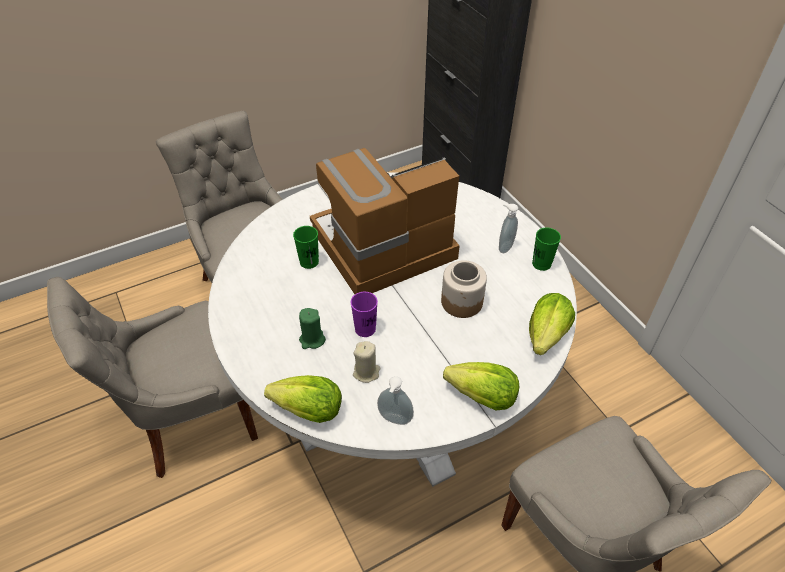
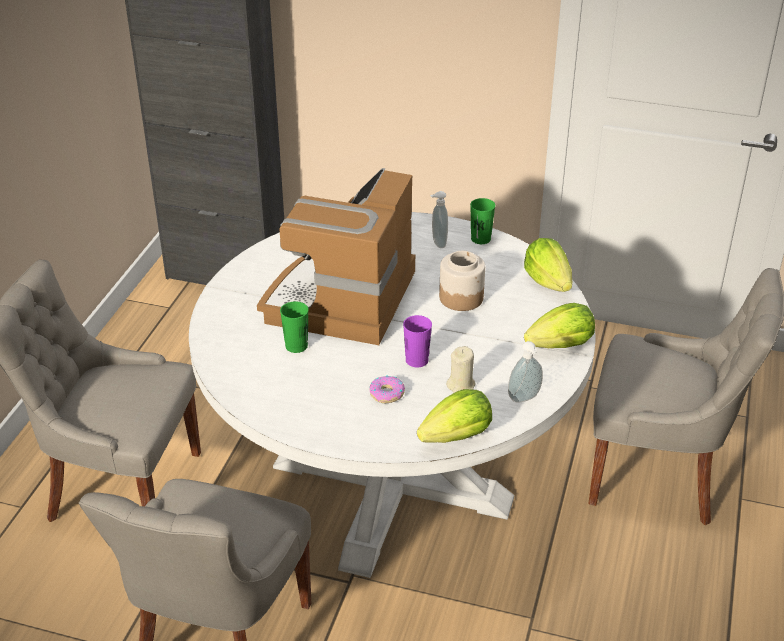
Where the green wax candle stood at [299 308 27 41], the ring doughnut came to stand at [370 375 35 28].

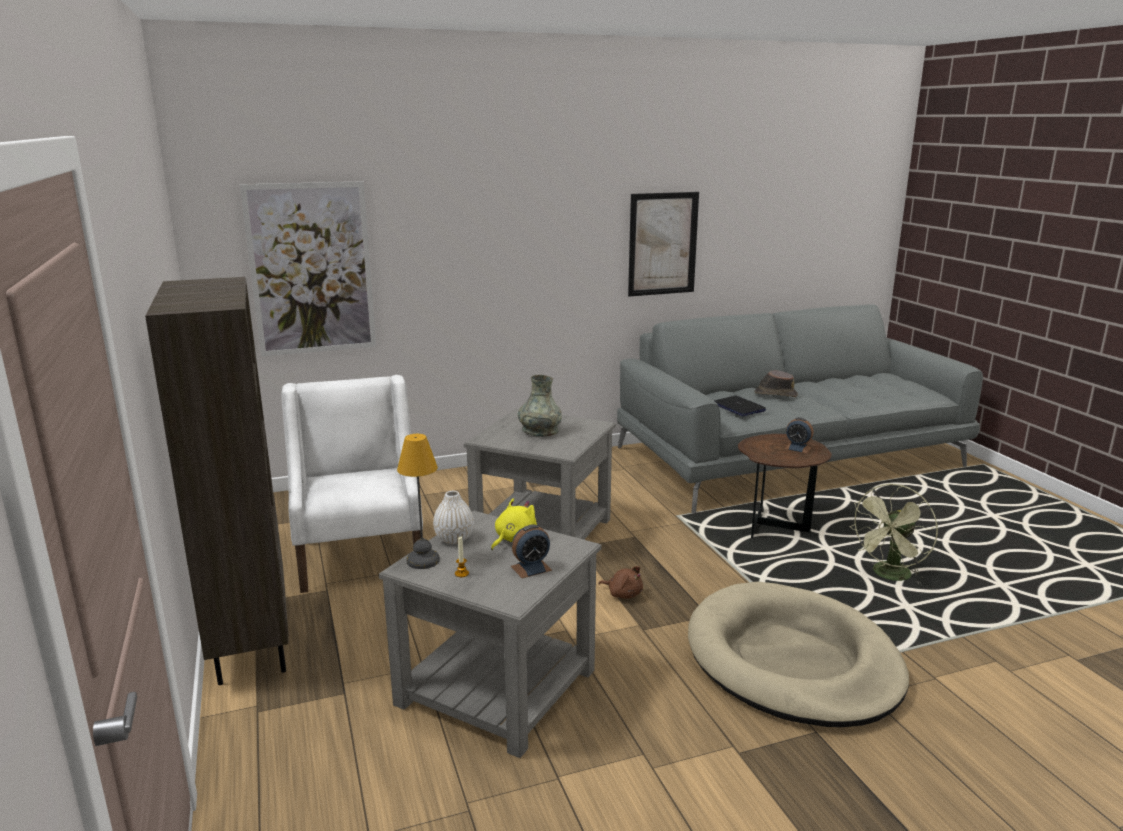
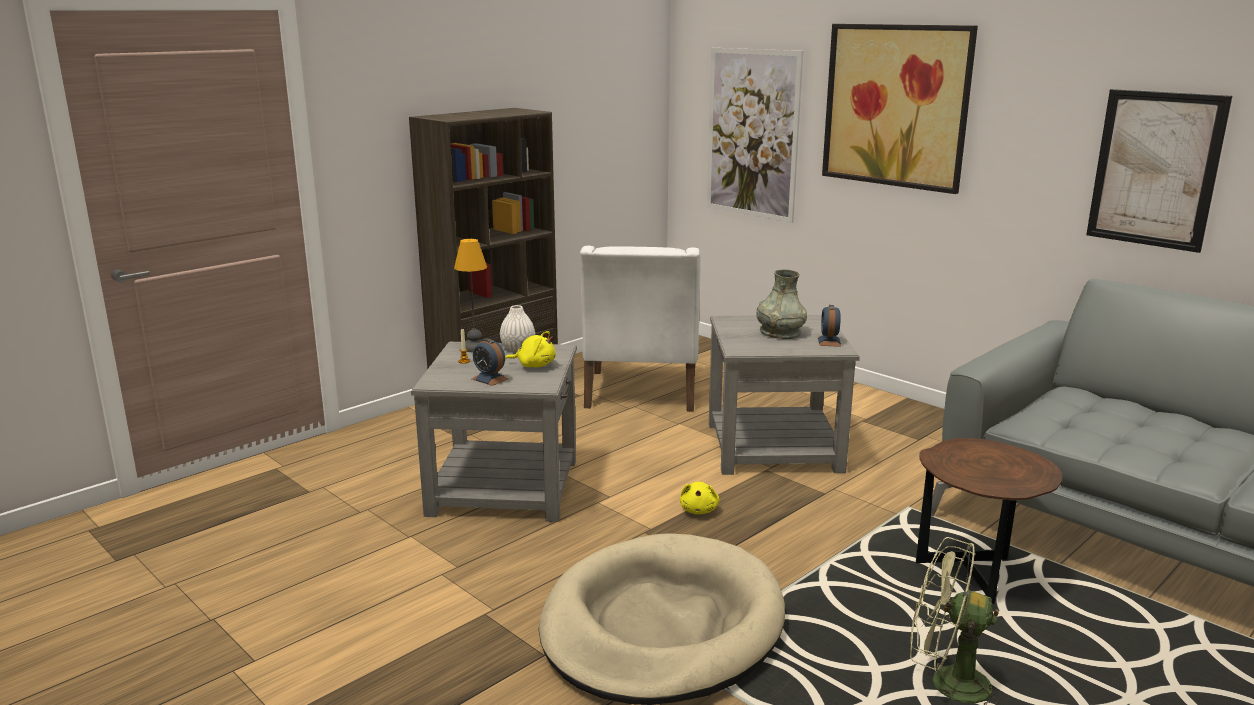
The second view lost the brownish hat at [754 370 44 27]. The white-coloured lounge chair at [281 375 142 218] ended up facing another way, 135 degrees clockwise from before. The second view lost the laptop at [714 396 52 20]. The table clock ended up elsewhere, having gone from [784 417 29 37] to [818 305 23 42]. What was the brownish cuddly toy at [599 566 44 33] turned into the yellow-coloured cuddly toy at [680 482 40 32]. The second view gained the wall art at [822 24 156 170].

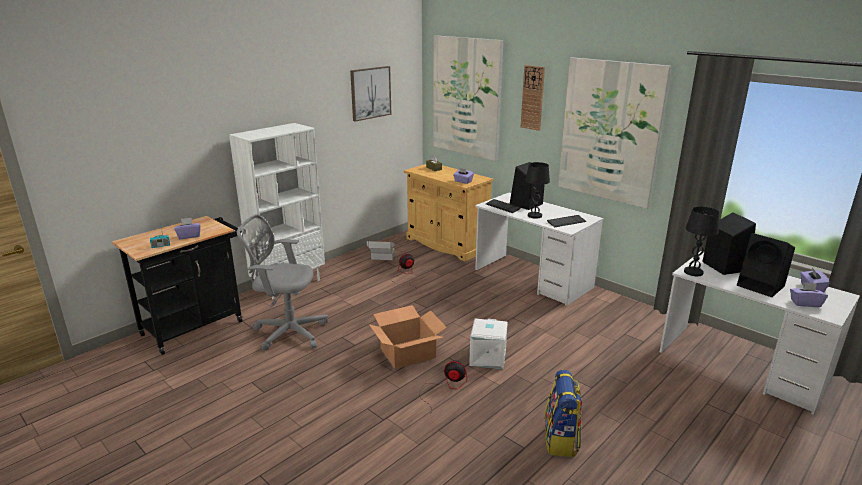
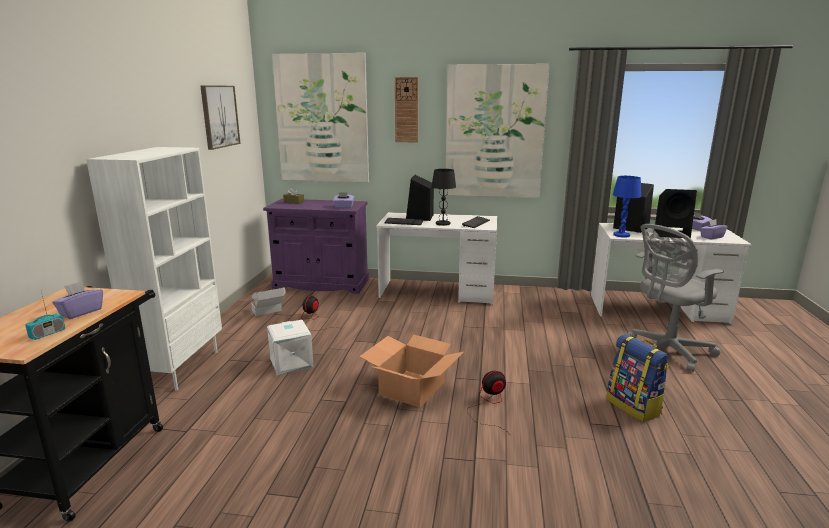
What was the sand-coloured cupboard at [404 164 89 98] turned into the purple cupboard at [263 199 106 95]. What was the blackish table lamp at [684 207 35 69] turned into the bluish table lamp at [613 176 28 62]. The gray computer chair ended up elsewhere, having gone from [237 214 91 136] to [627 224 97 148]. The white-coloured storage container ended up elsewhere, having gone from [469 318 39 52] to [267 320 47 55].

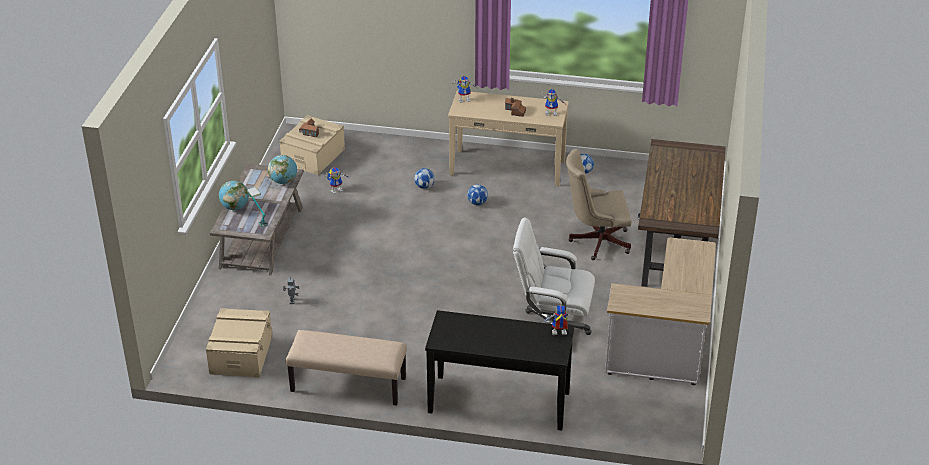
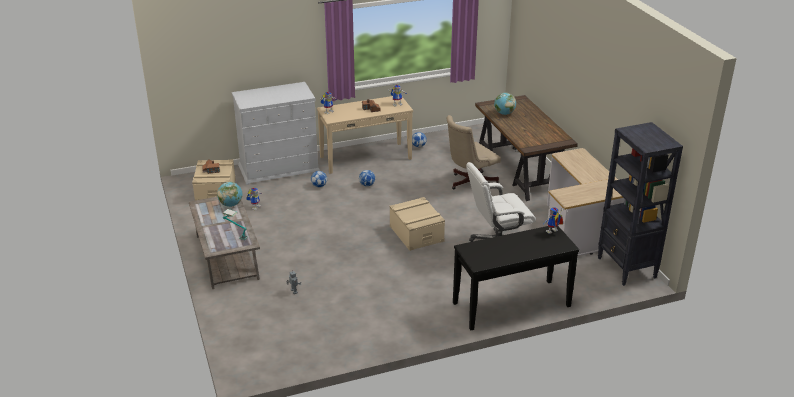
The desk globe ended up elsewhere, having gone from [219 180 30 30] to [494 93 22 22]. The sand-coloured storage container ended up elsewhere, having gone from [206 308 67 70] to [389 197 56 54]. The second view lost the sand-coloured indoor bench at [286 330 121 76]. The second view gained the white-coloured dresser at [232 82 88 103]. The second view gained the blackish bookshelf at [598 122 85 164].

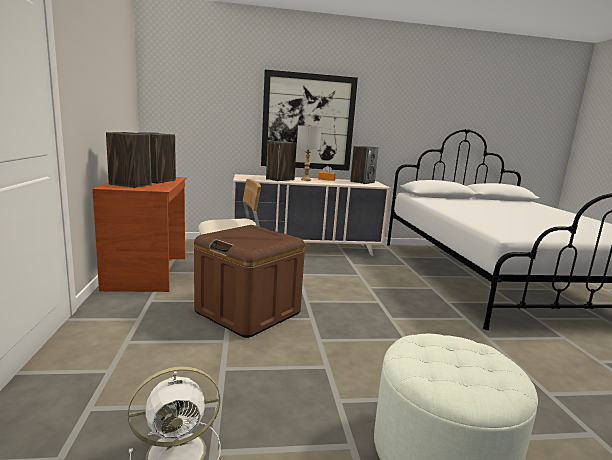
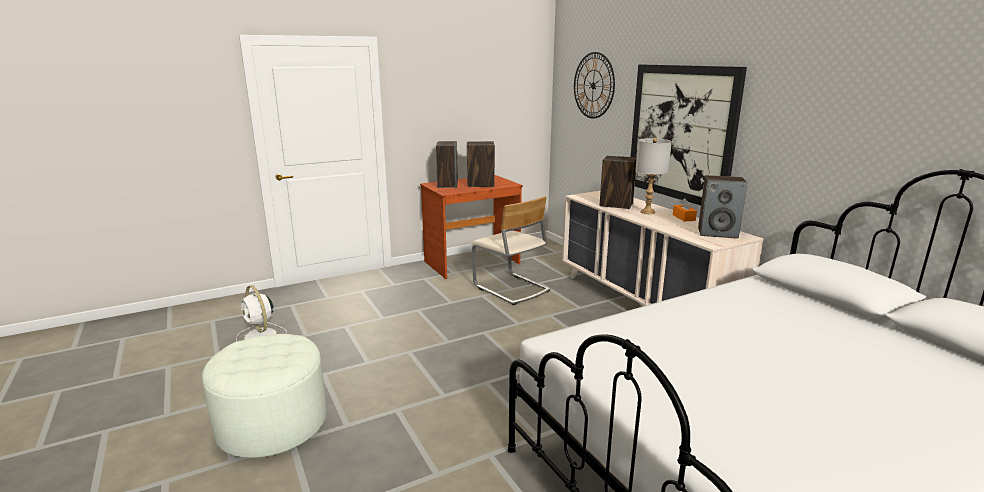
The second view lost the brownish storage container at [194 225 111 113]. The second view gained the wall clock at [574 52 41 67].

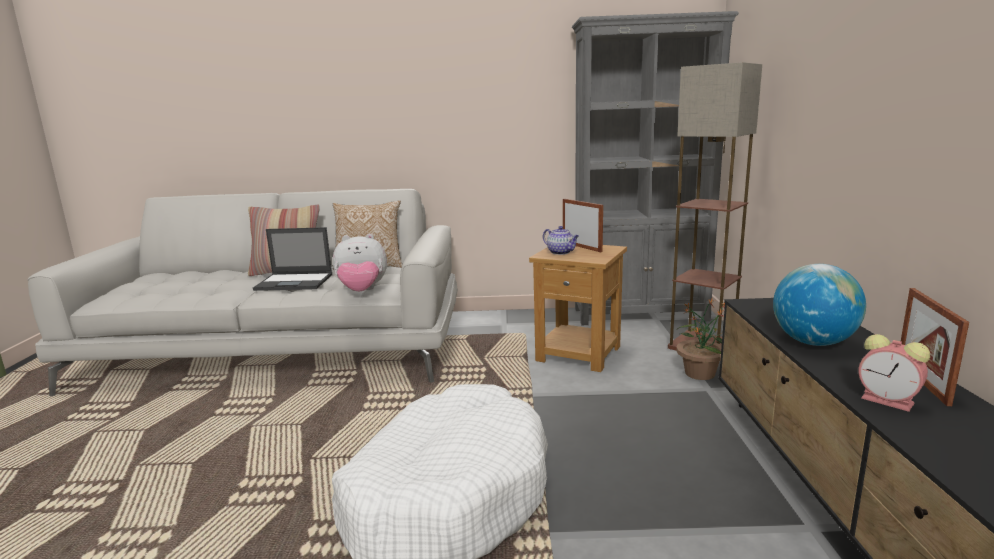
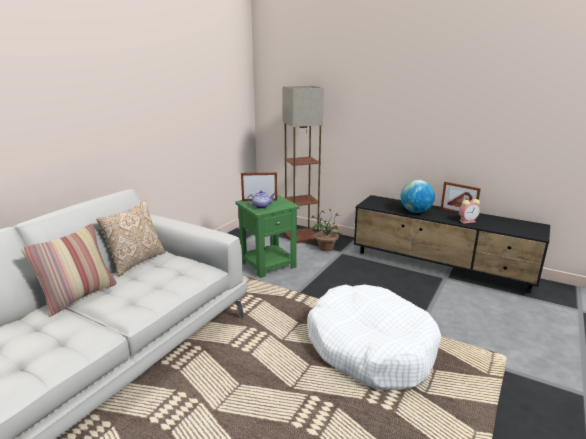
The second view lost the gray bookshelf at [572 11 167 314]. The second view lost the laptop at [253 227 79 64]. The second view lost the cuddly toy at [333 234 54 57]. What was the brownish end table at [529 245 98 127] turned into the green end table at [236 195 64 83].

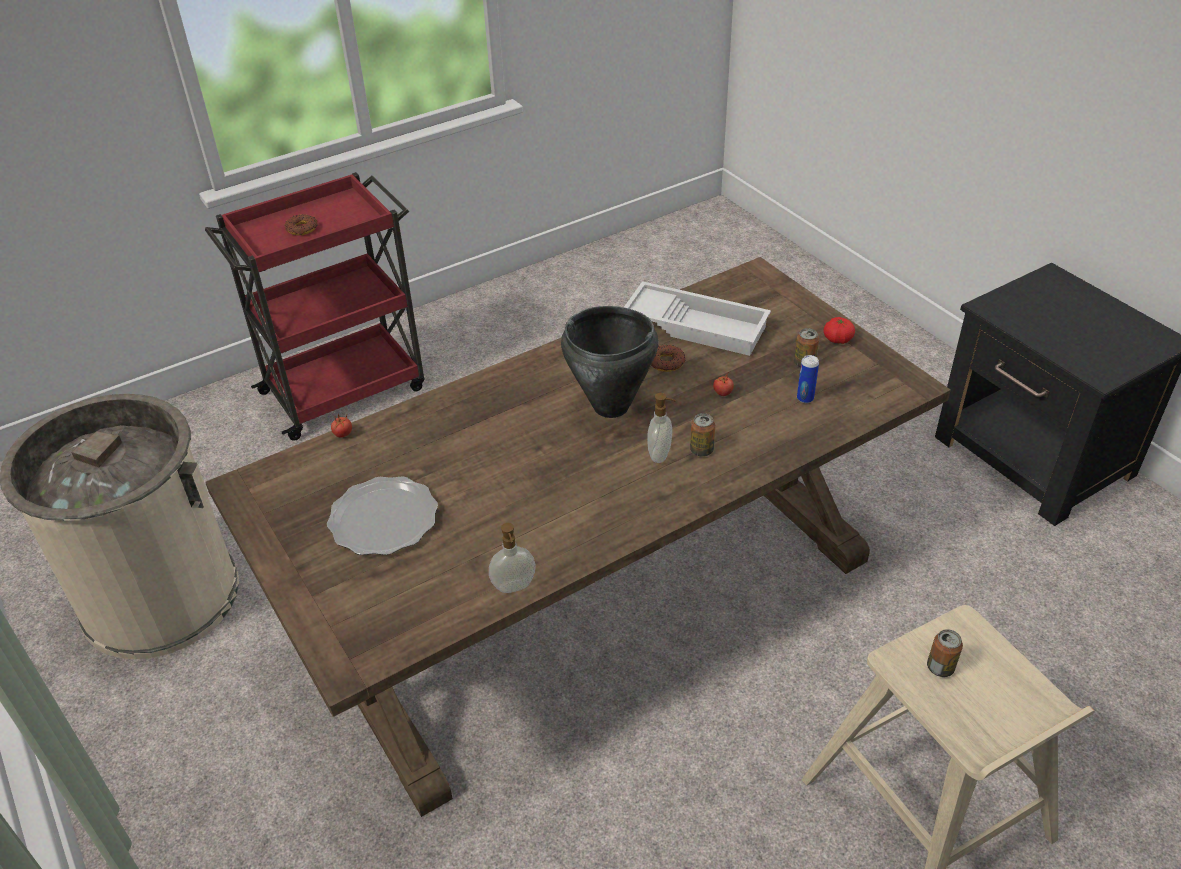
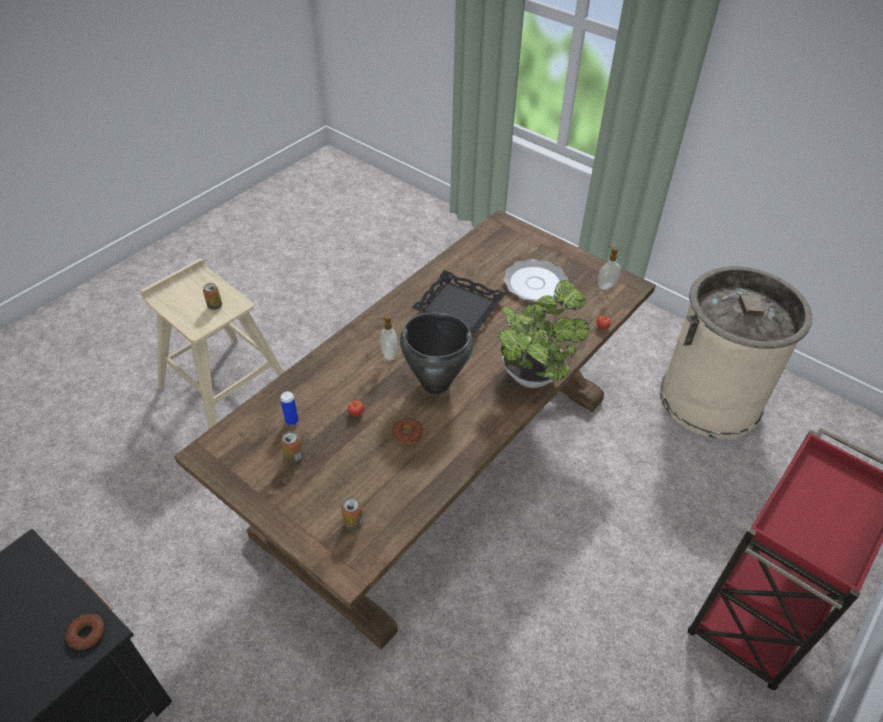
The ring doughnut ended up elsewhere, having gone from [285 214 33 21] to [66 614 38 36]. The second view lost the white-coloured serving tray at [624 281 147 75]. The second view lost the whole tomato at [823 317 32 27]. The metal can ended up elsewhere, having gone from [690 413 25 44] to [341 497 22 33]. The soap dispenser ended up elsewhere, having gone from [489 523 47 70] to [598 245 23 45]. The second view gained the blackish serving tray at [411 270 95 63]. The second view gained the houseplant at [495 280 95 108].

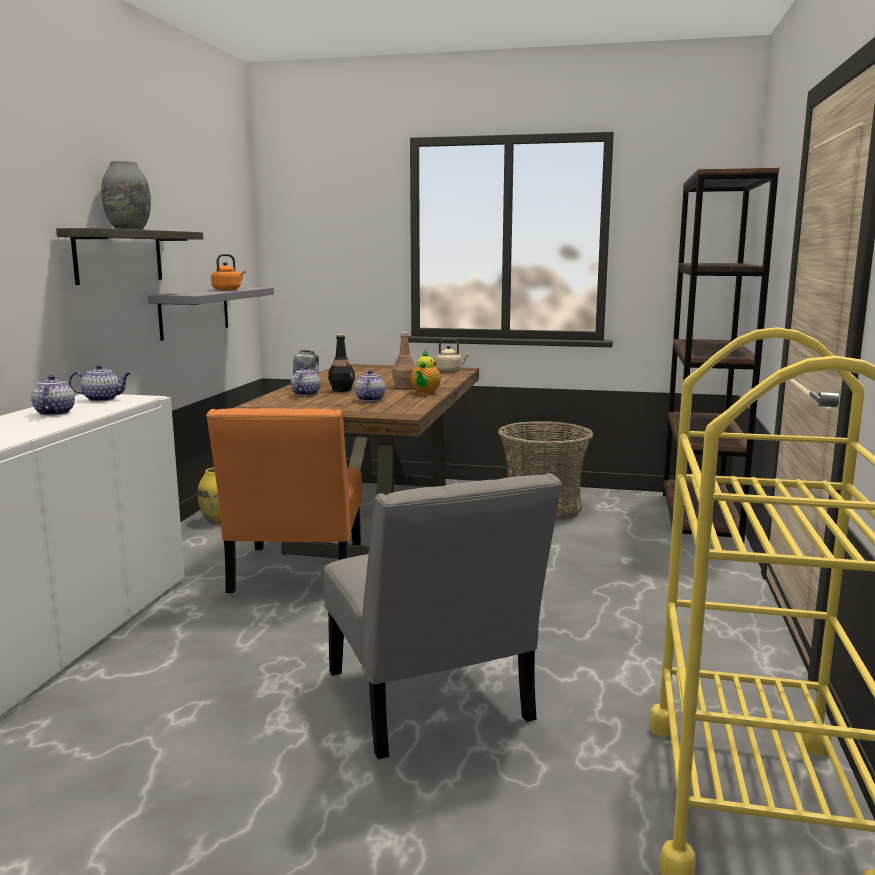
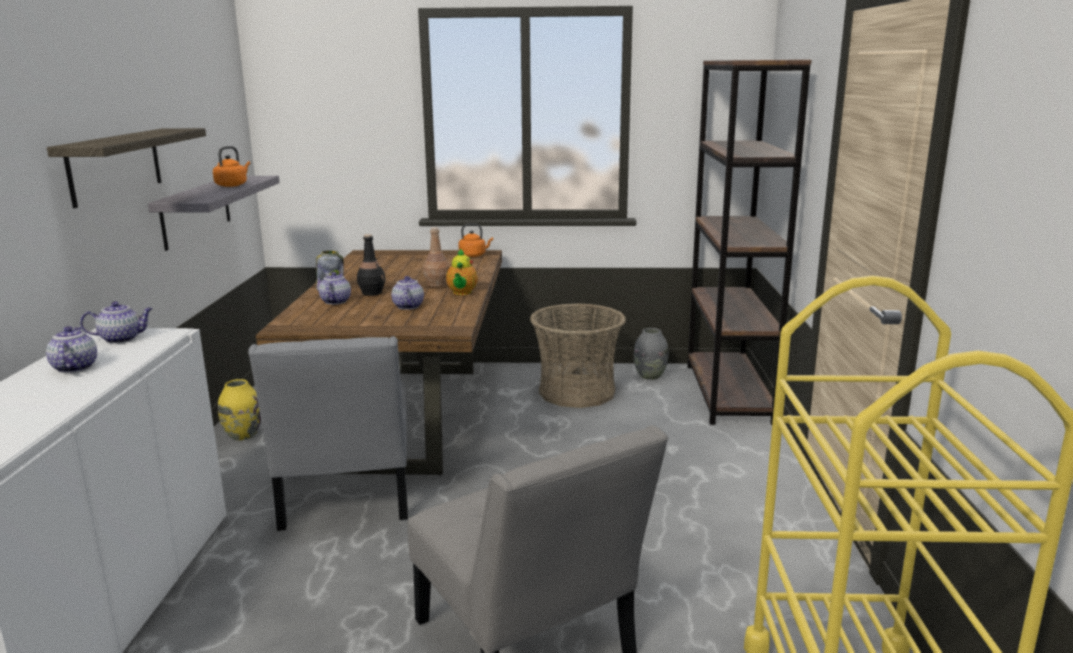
The gray flower vase ended up elsewhere, having gone from [101 161 50 69] to [634 328 35 52]. What was the sand-coloured tea kettle at [436 339 33 33] turned into the orange-coloured tea kettle at [459 223 34 34]. What was the orange-coloured plain chair at [206 408 156 185] turned into the gray plain chair at [248 336 160 195].

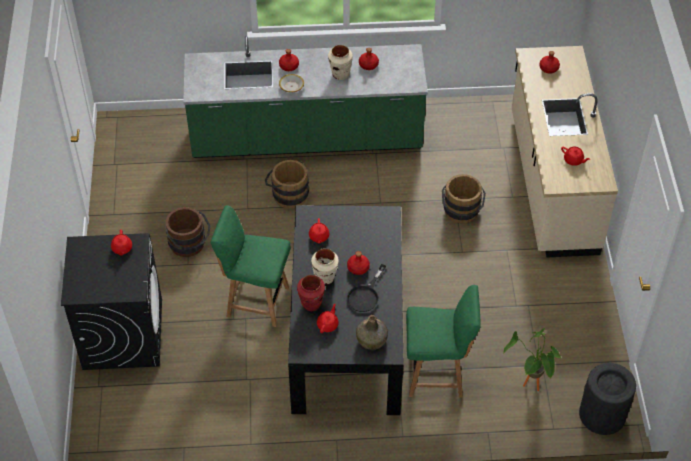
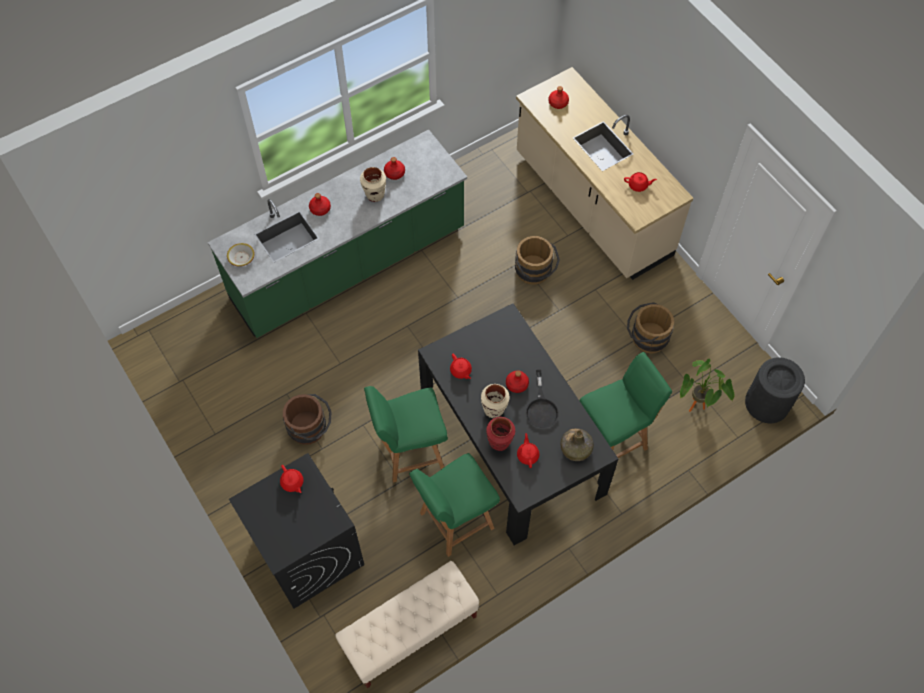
The bowl ended up elsewhere, having gone from [279 74 25 19] to [227 243 28 24]. The brownish water bucket ended up elsewhere, having gone from [265 160 44 49] to [627 302 47 51]. The second view gained the green plain chair at [409 453 91 104]. The second view gained the sand-coloured indoor bench at [335 561 144 128].

